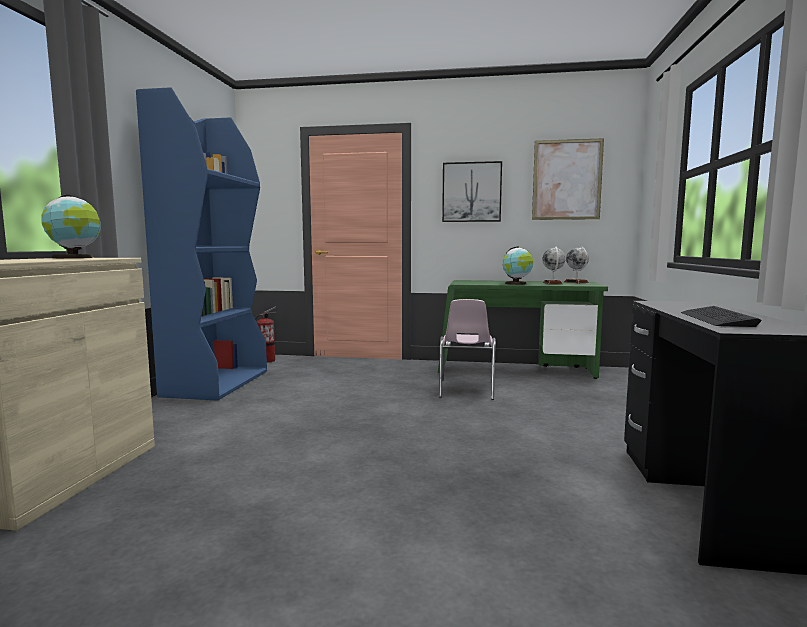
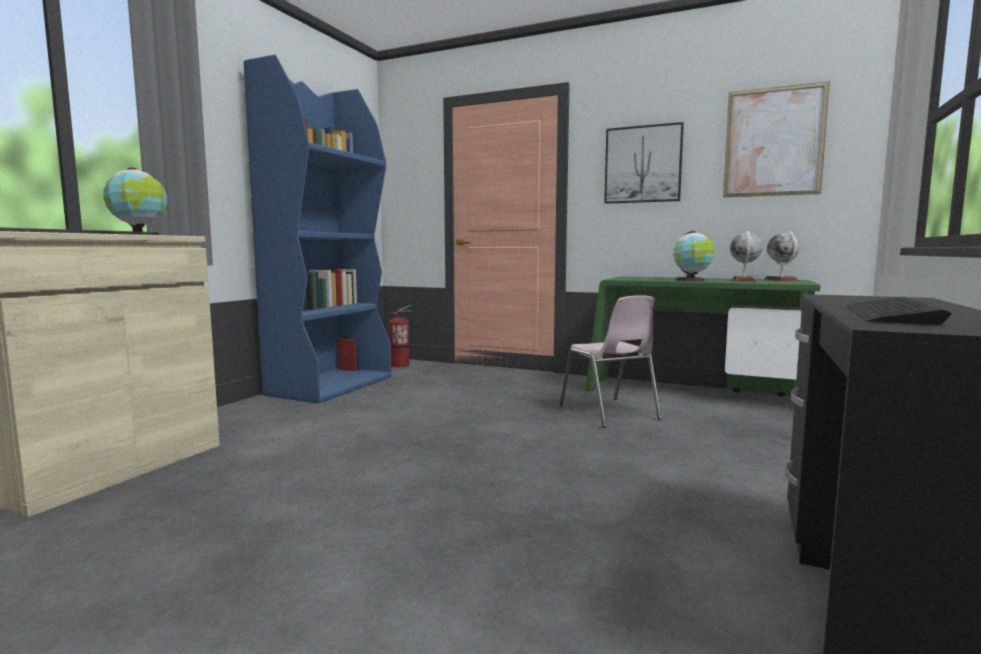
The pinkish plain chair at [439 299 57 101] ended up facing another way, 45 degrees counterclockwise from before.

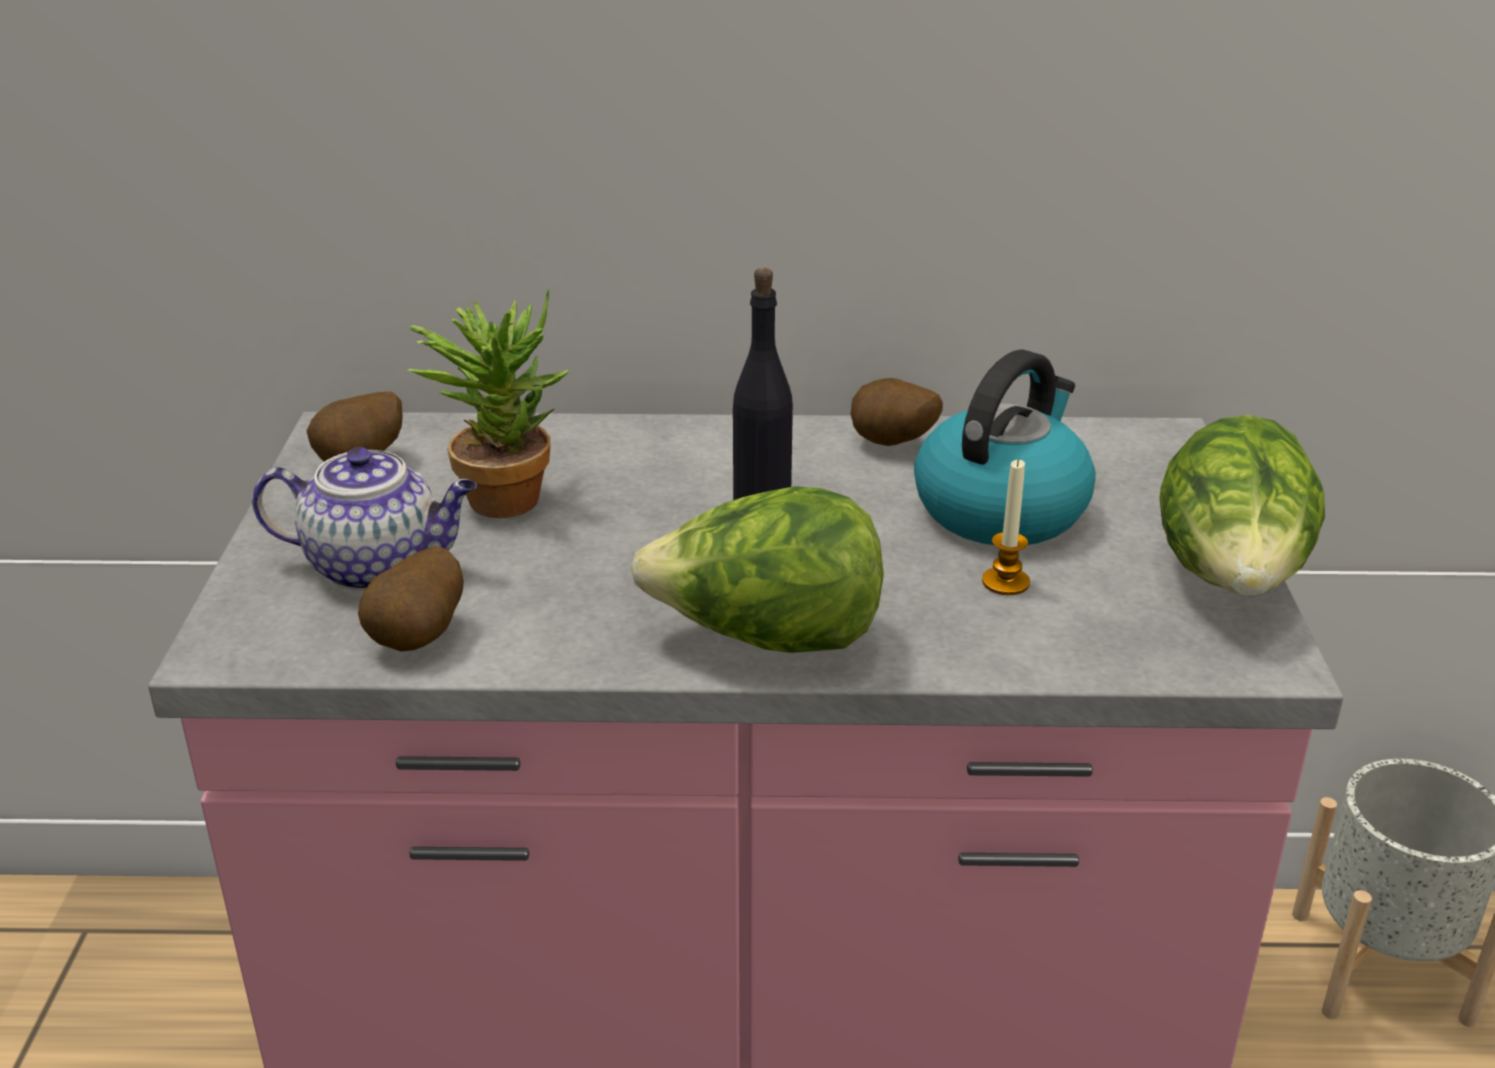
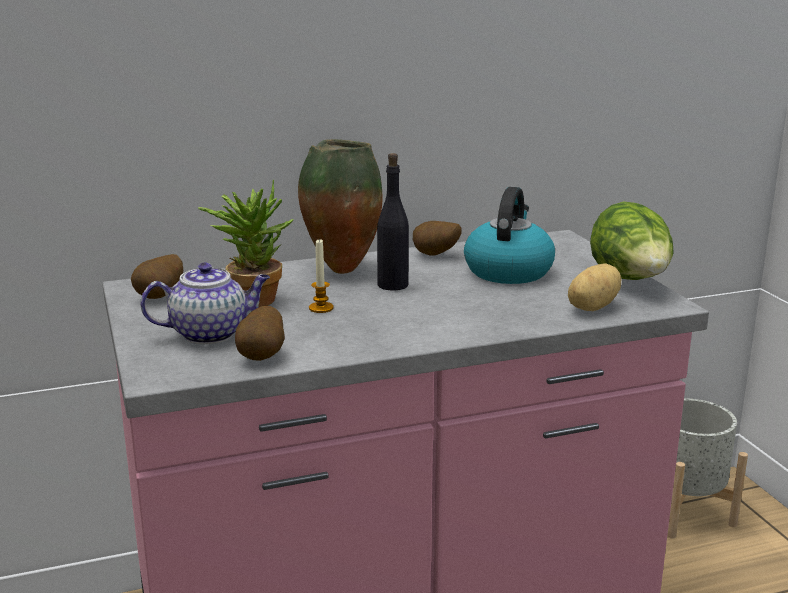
The wax candle ended up elsewhere, having gone from [982 458 48 137] to [309 239 25 74]. The second view lost the lettuce at [631 486 253 167]. The second view gained the flower vase at [298 139 85 135]. The second view gained the potato at [568 263 53 48].

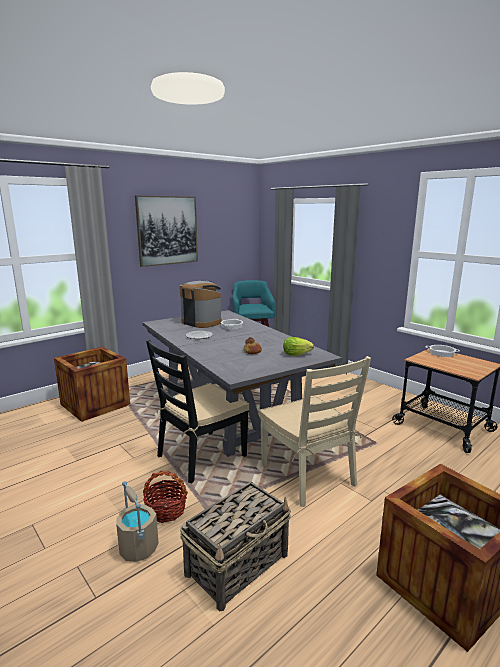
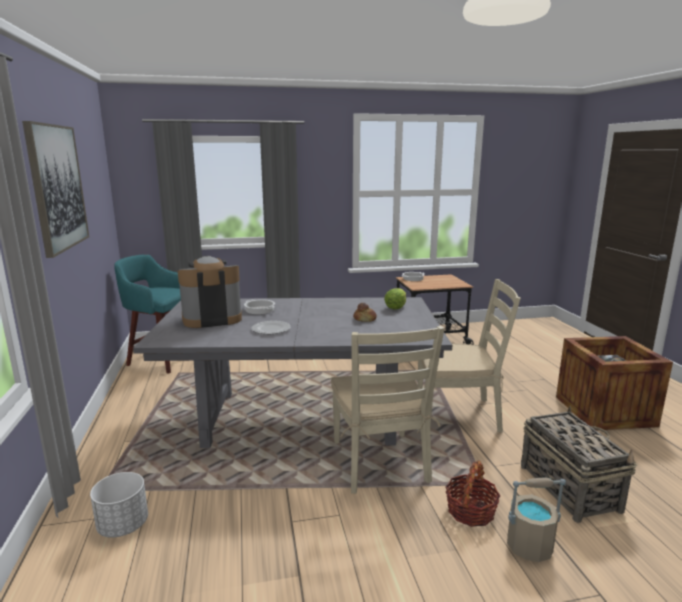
What was the blackish plain chair at [146 339 103 145] turned into the sand-coloured plain chair at [331 326 113 168]. Where the shipping crate stood at [54 347 76 75], the white-coloured planter came to stand at [90 472 58 66].

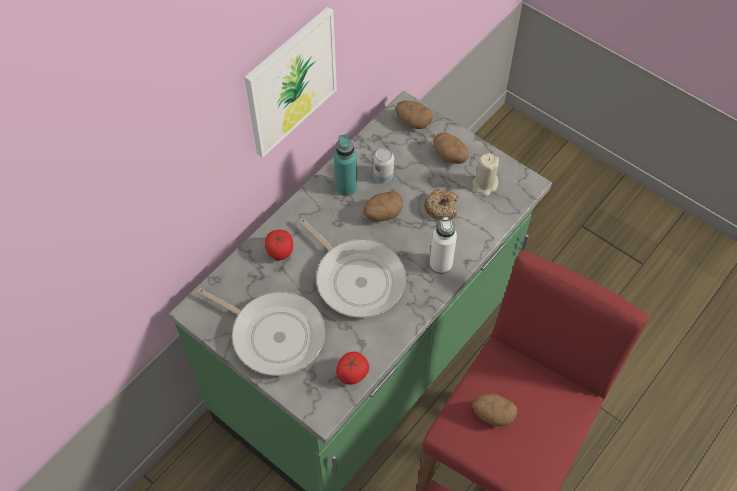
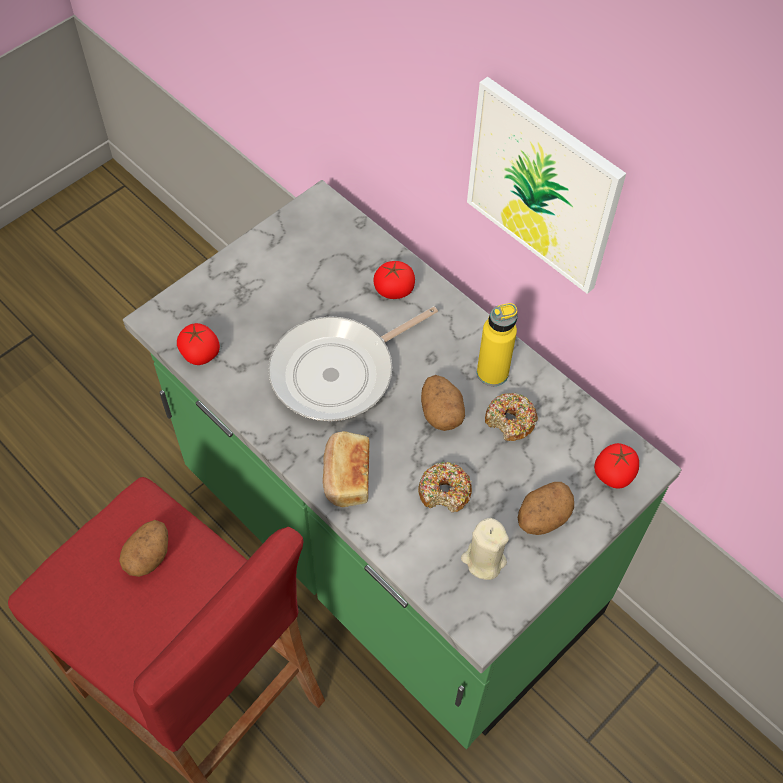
Where the potato stood at [395 100 38 29], the whole tomato came to stand at [594 443 45 46]. What was the turquoise drink bottle at [334 135 23 61] turned into the yellow-coloured drink bottle at [477 303 41 83]. Where the metal can stood at [373 148 21 34], the ring doughnut came to stand at [485 393 53 48]. Where the white-coloured drink bottle stood at [430 217 27 57], the bakery bread came to stand at [323 431 47 76]. The second view lost the pan at [197 288 128 88].

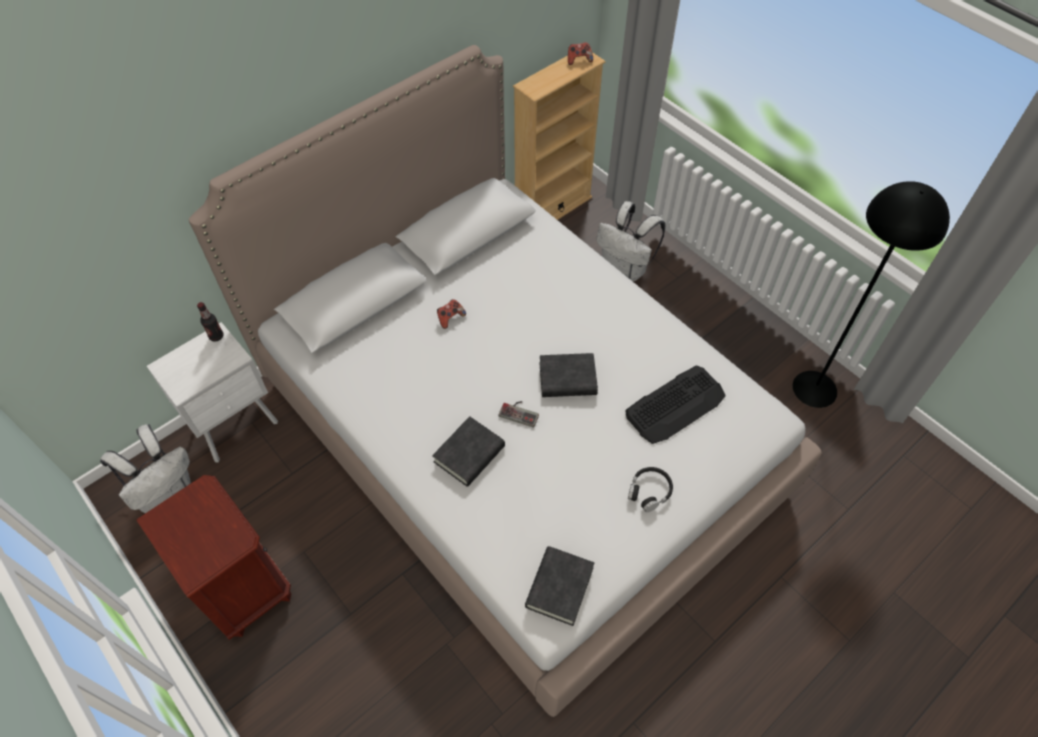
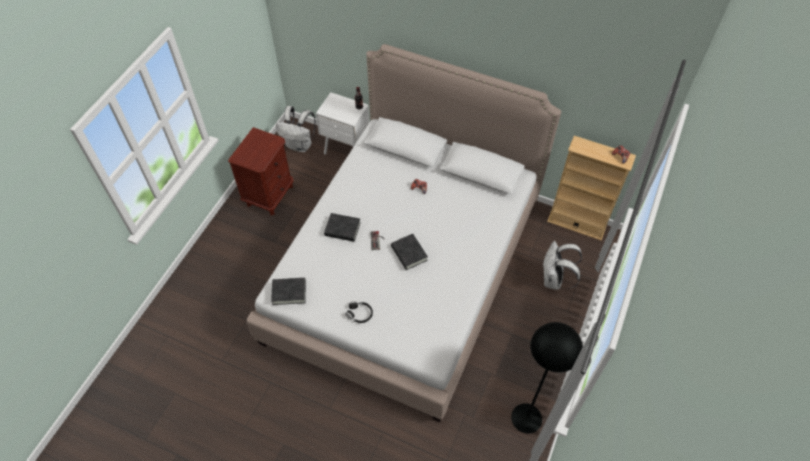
The second view lost the PC keyboard at [625 365 101 79].

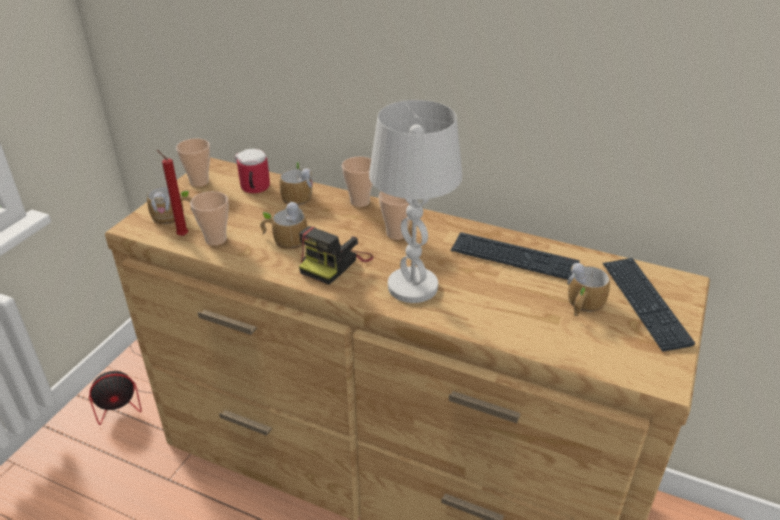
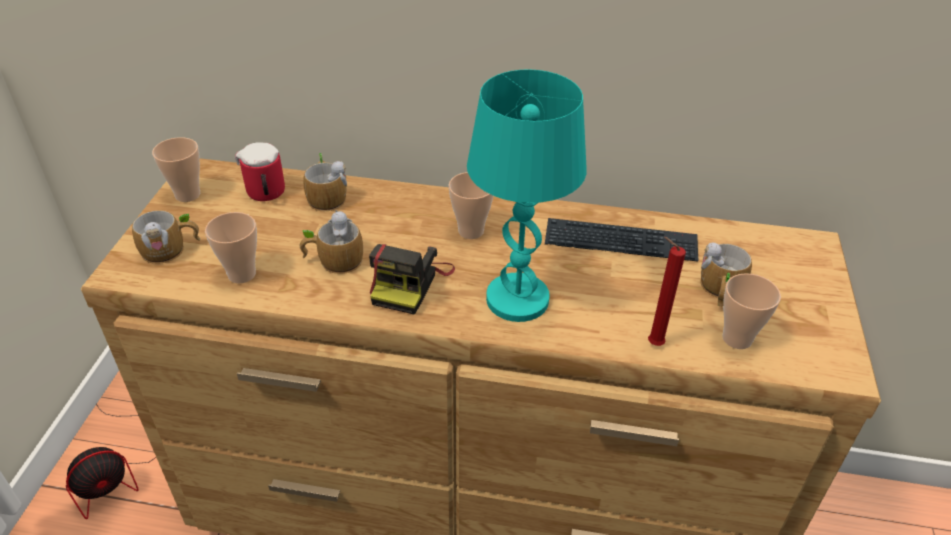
What was the white-coloured table lamp at [369 100 93 203] turned into the turquoise table lamp at [467 69 119 253]. The reddish wax candle ended up elsewhere, having gone from [157 150 31 86] to [648 237 38 109]. The small cup ended up elsewhere, having gone from [342 157 31 50] to [722 273 59 76]. The second view lost the PC keyboard at [603 258 92 94].

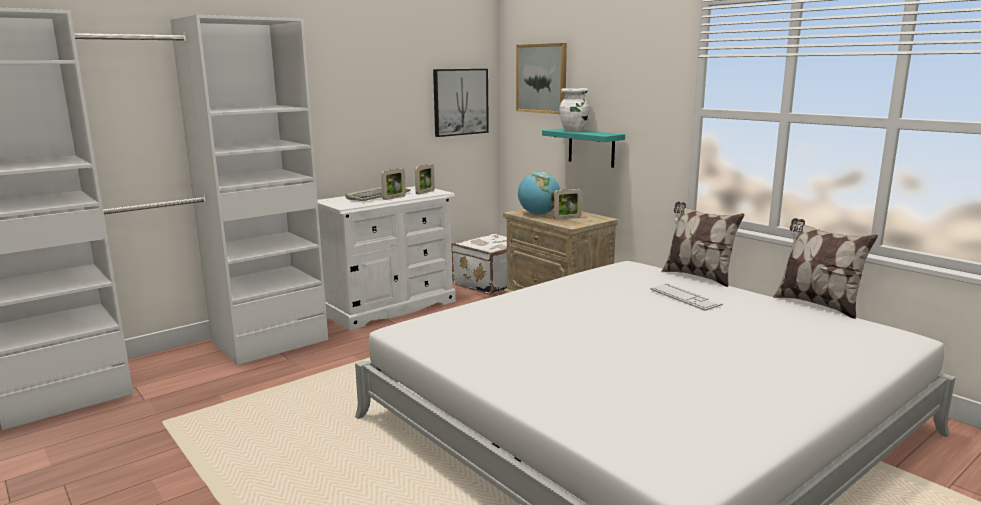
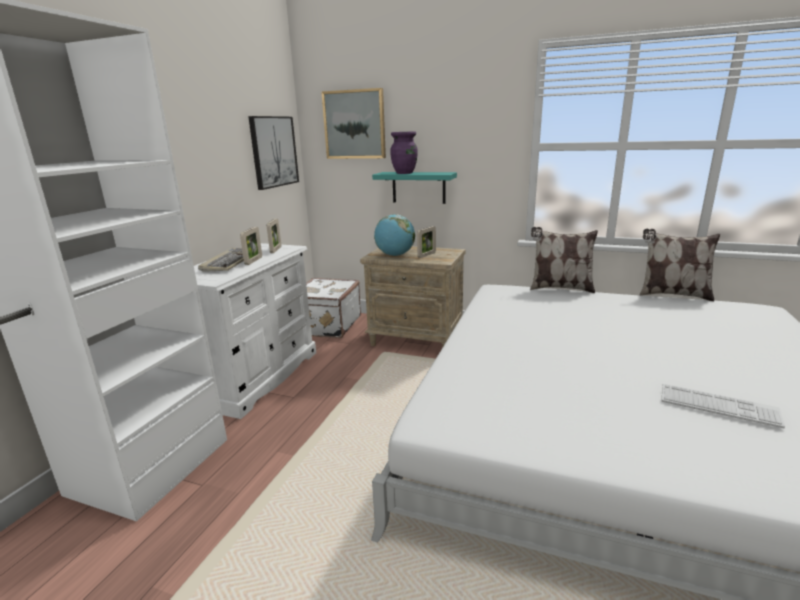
What was the white-coloured flower vase at [560 88 29 44] turned into the purple flower vase at [390 131 28 43]. The PC keyboard ended up elsewhere, having gone from [650 283 73 28] to [661 384 124 44].

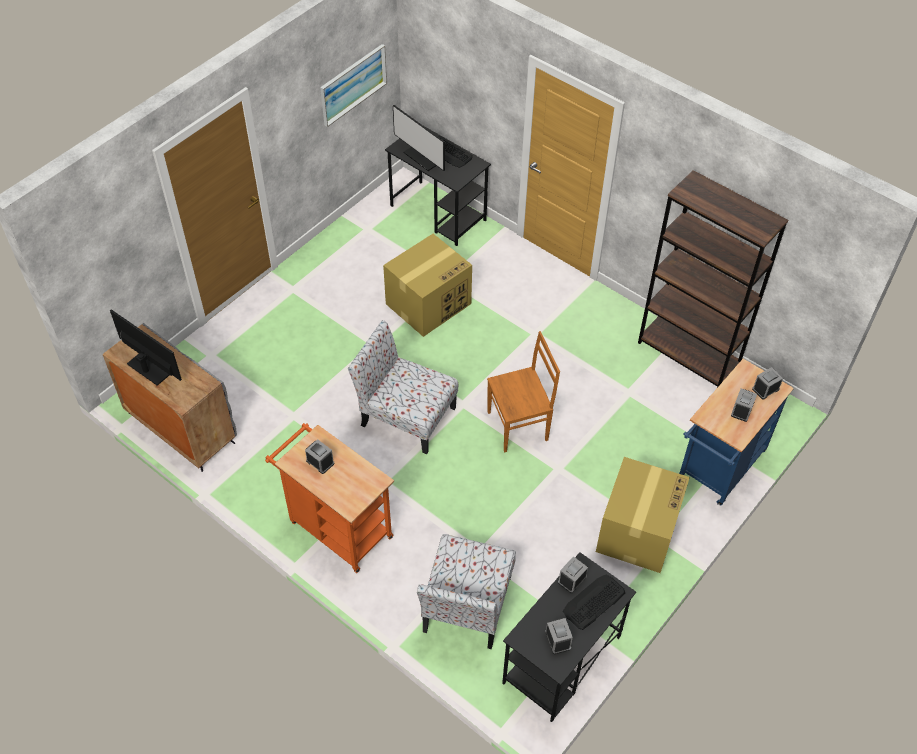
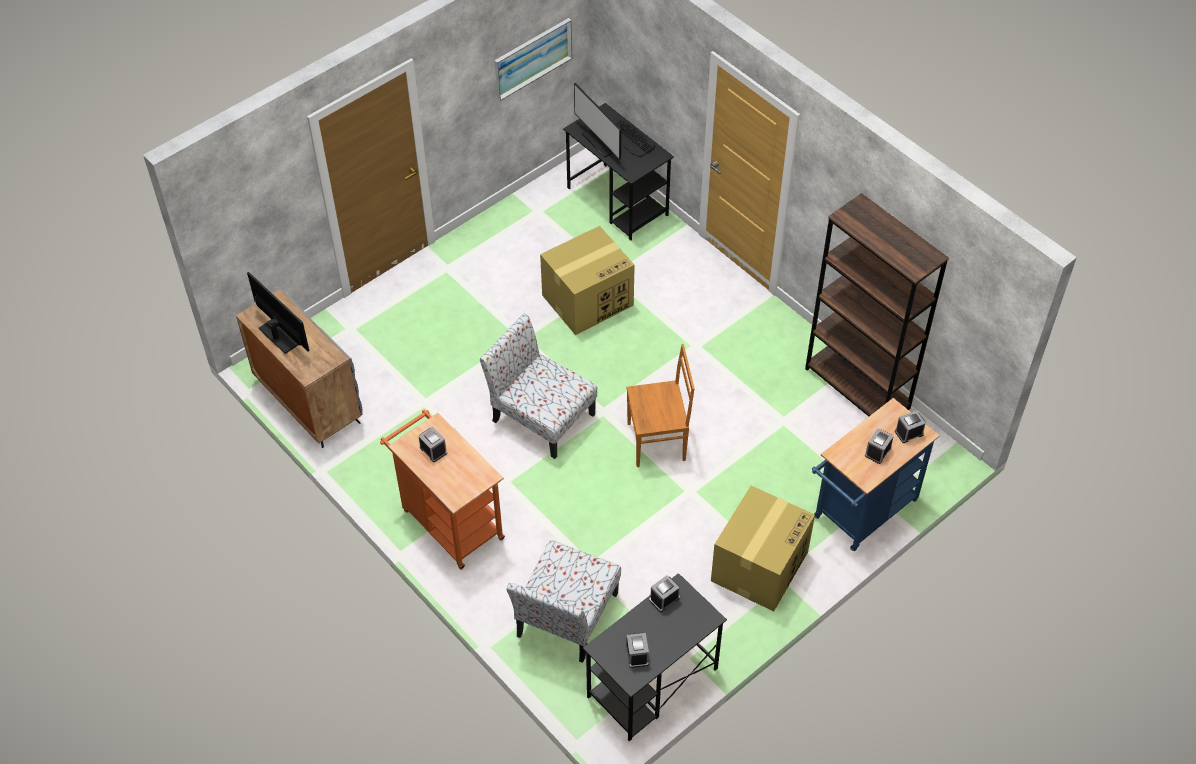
The second view lost the PC keyboard at [563 575 62 55].

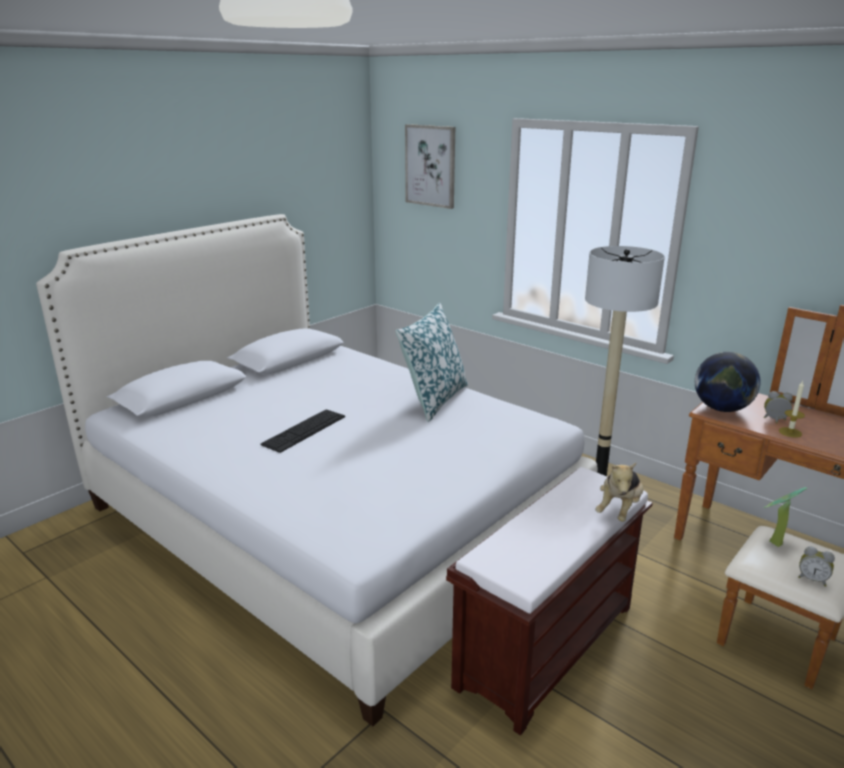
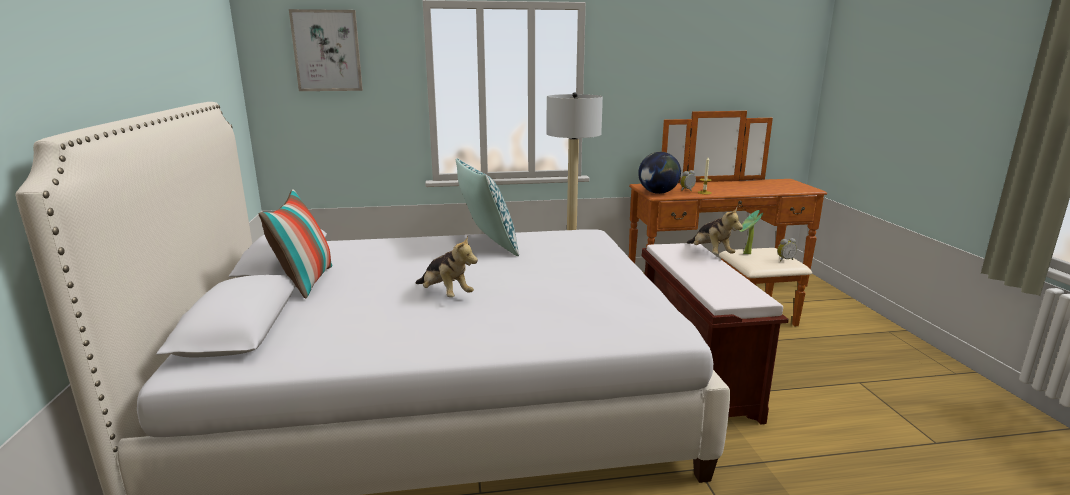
Where the PC keyboard stood at [261 409 84 44], the cuddly toy came to stand at [416 236 62 61]. The second view gained the pillow at [259 189 73 110].

